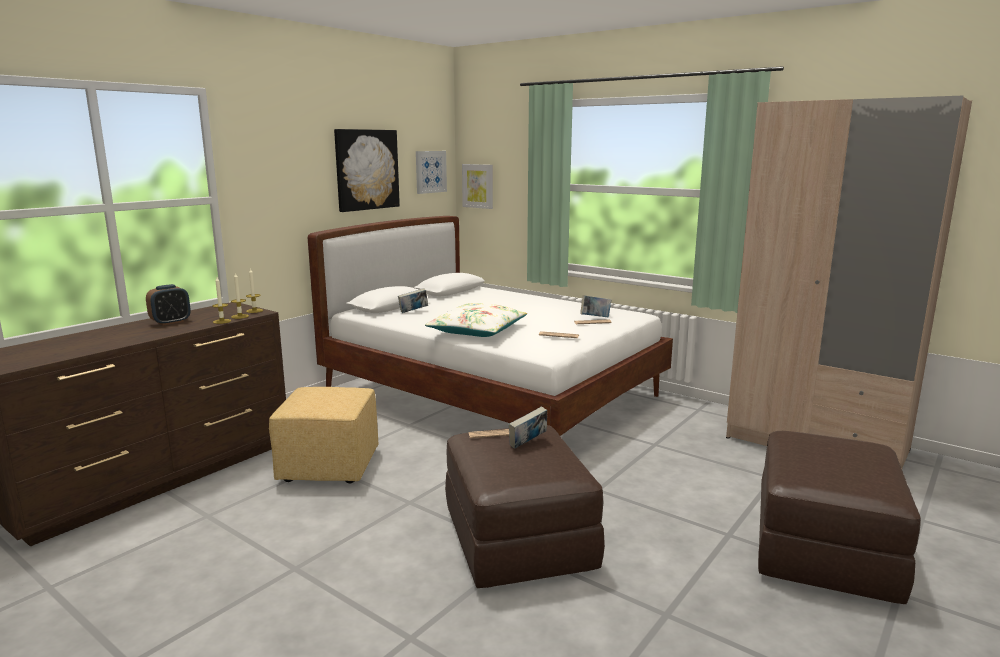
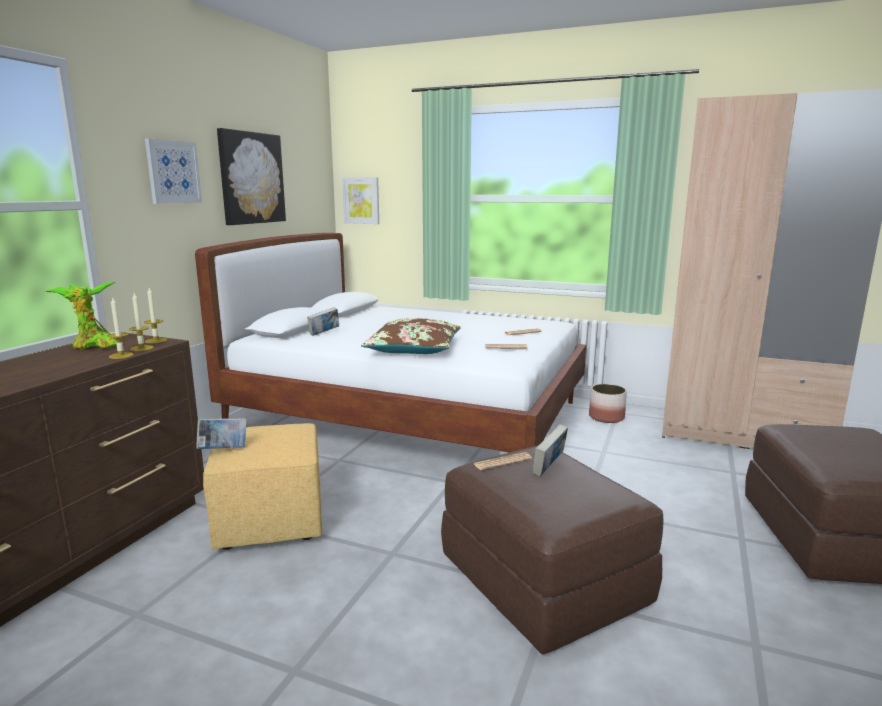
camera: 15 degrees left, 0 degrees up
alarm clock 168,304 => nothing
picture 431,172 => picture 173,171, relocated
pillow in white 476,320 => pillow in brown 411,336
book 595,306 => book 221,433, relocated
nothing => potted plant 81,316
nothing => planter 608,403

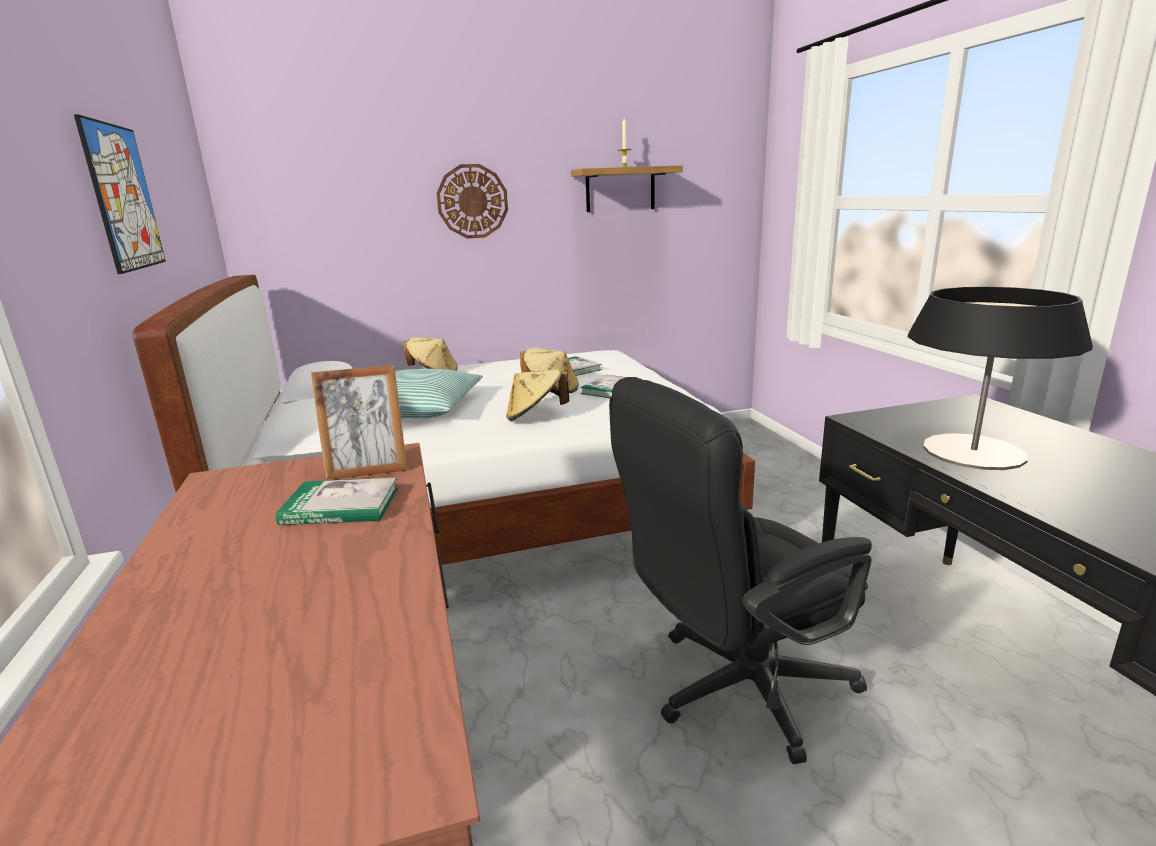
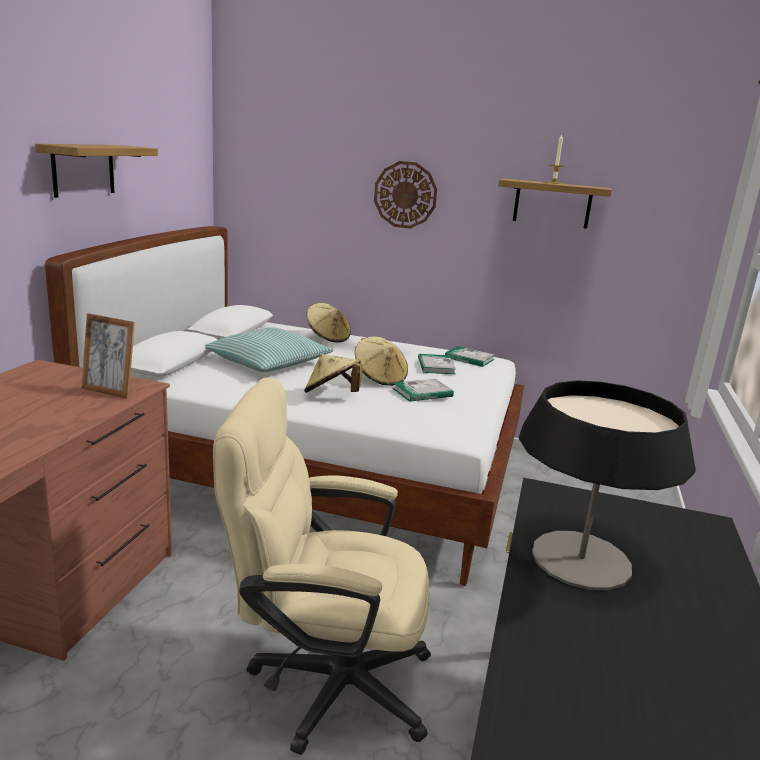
camera: 30 degrees right, 0 degrees up
picture 120,194 => shelf 96,171
book 337,501 => book 470,356, relocated
office chair in black 740,570 => office chair in beige 322,566

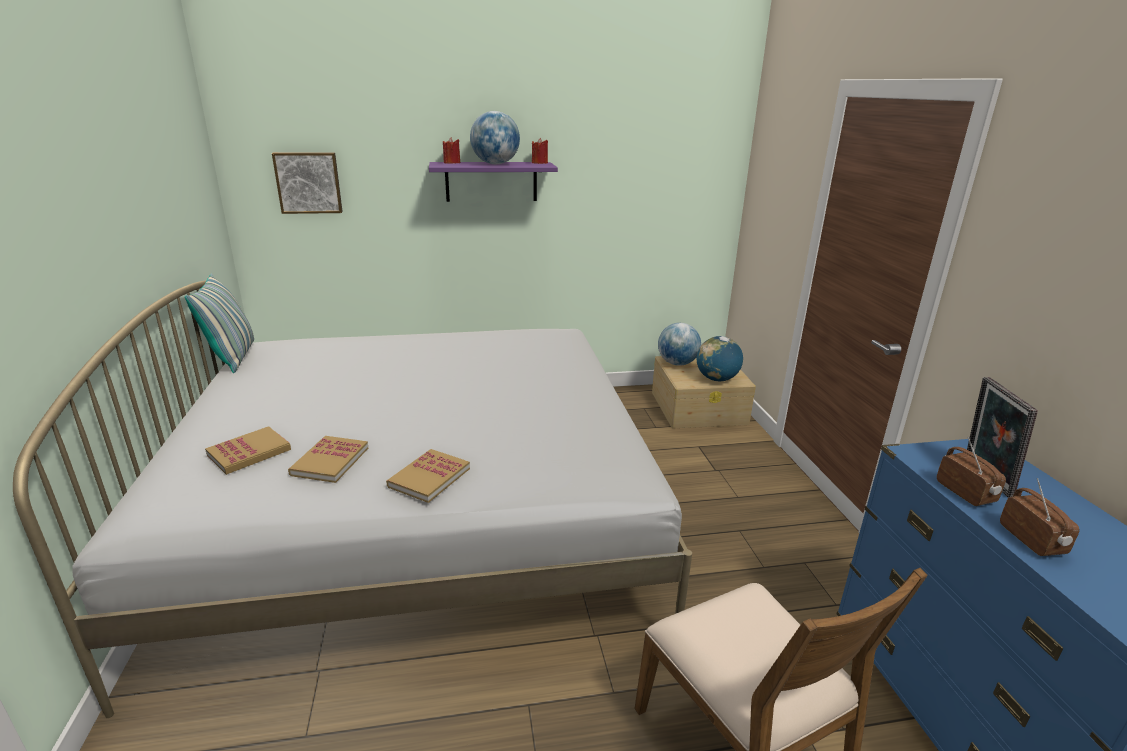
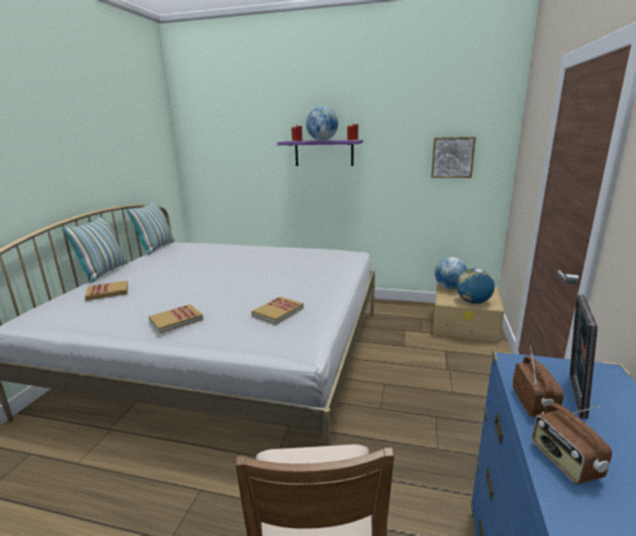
camera: 25 degrees right, 5 degrees down
picture 307,183 => picture 453,157, relocated
book 328,459 => book 277,310, relocated
radio 1040,517 => radio 572,443, 150 degrees clockwise
nothing => pillow 95,249

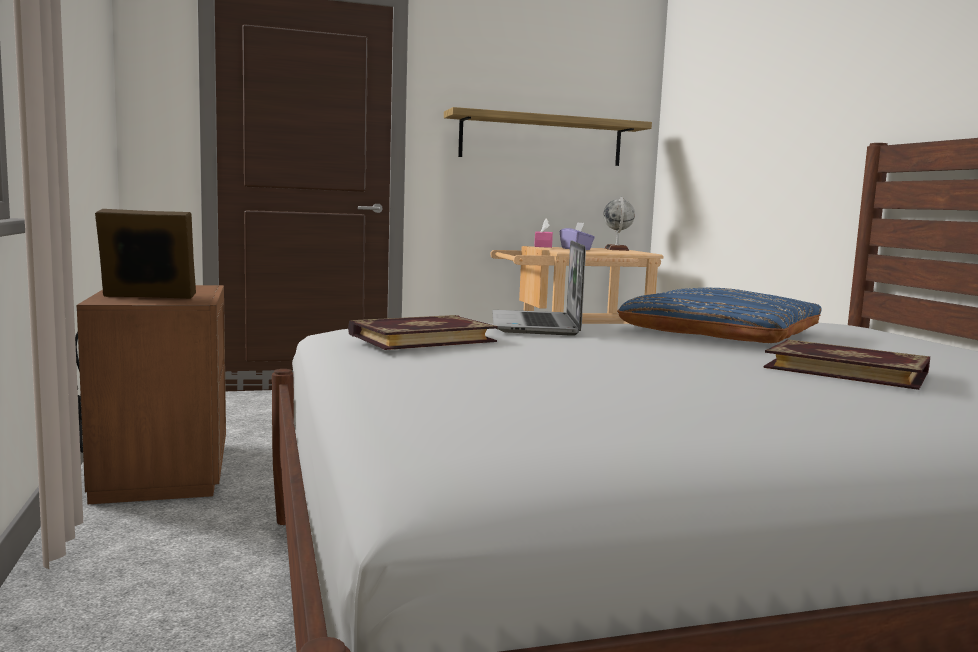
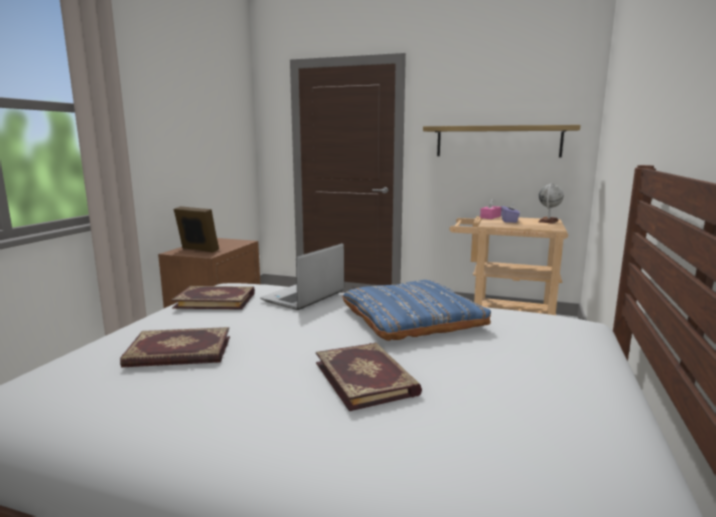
camera: 35 degrees right, 5 degrees up
nothing => book 175,347

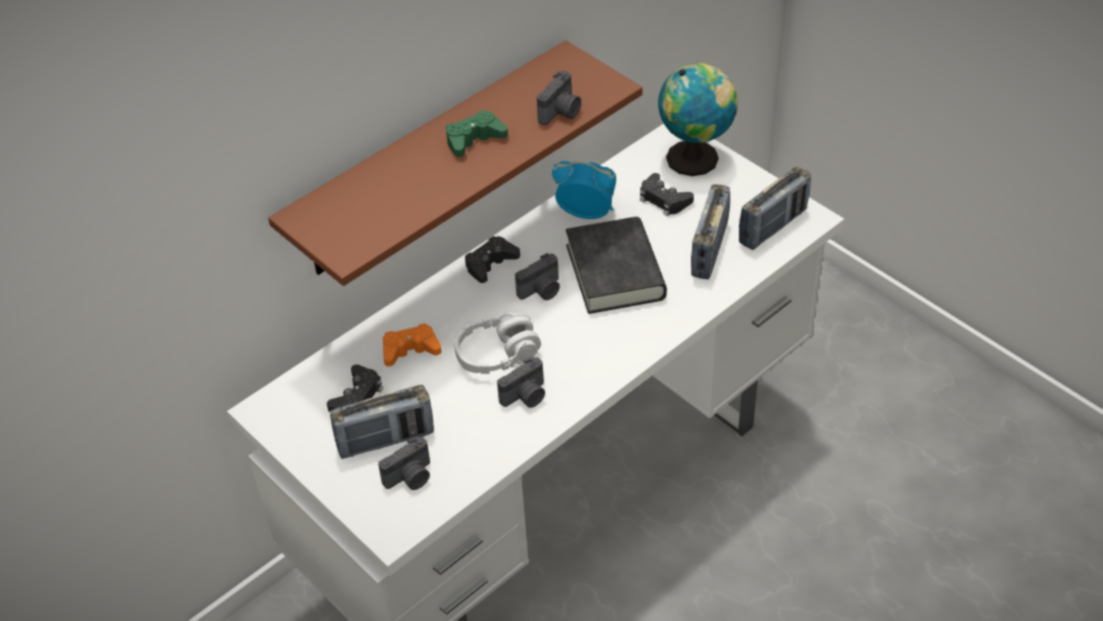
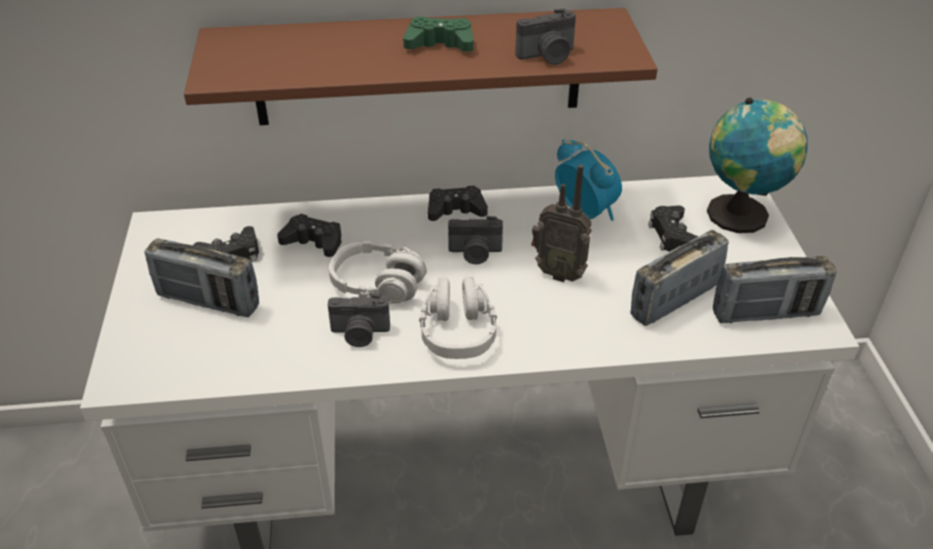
camera: 35 degrees right, 5 degrees down
photo camera 404,463 => nothing
game controller in orange 412,344 => game controller in black 309,235
book in black 616,265 => radio 561,223
nothing => headphones in grey 458,318

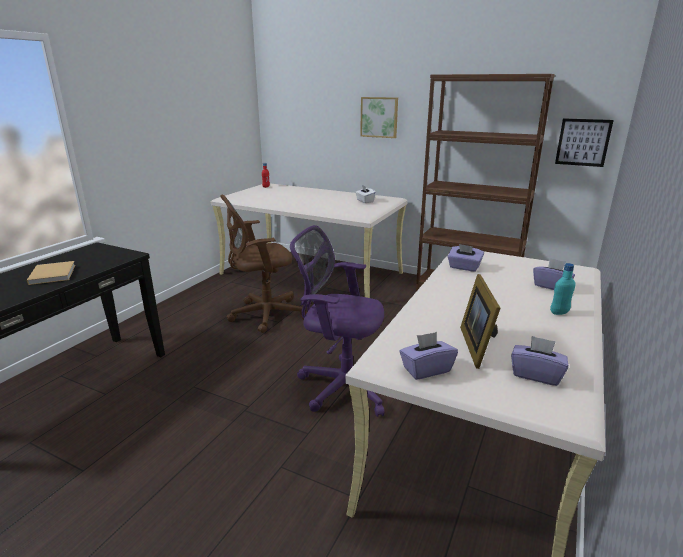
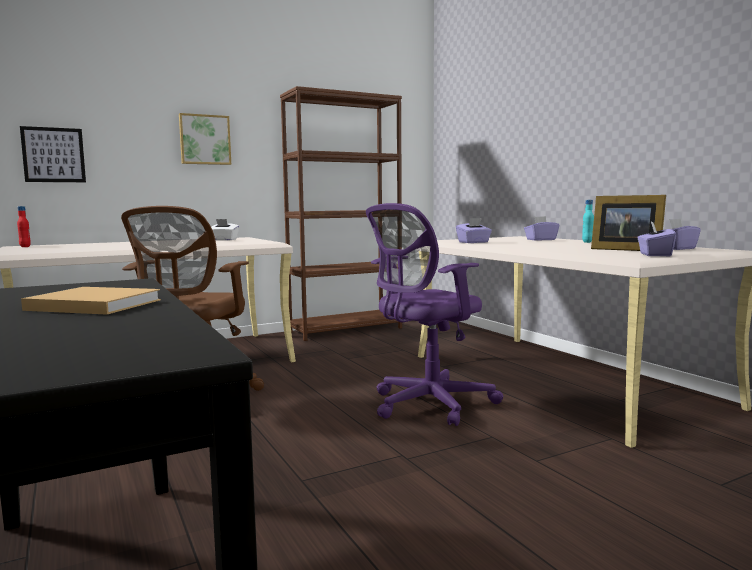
camera: 55 degrees left, 15 degrees down
picture 584,142 => picture 53,154, relocated

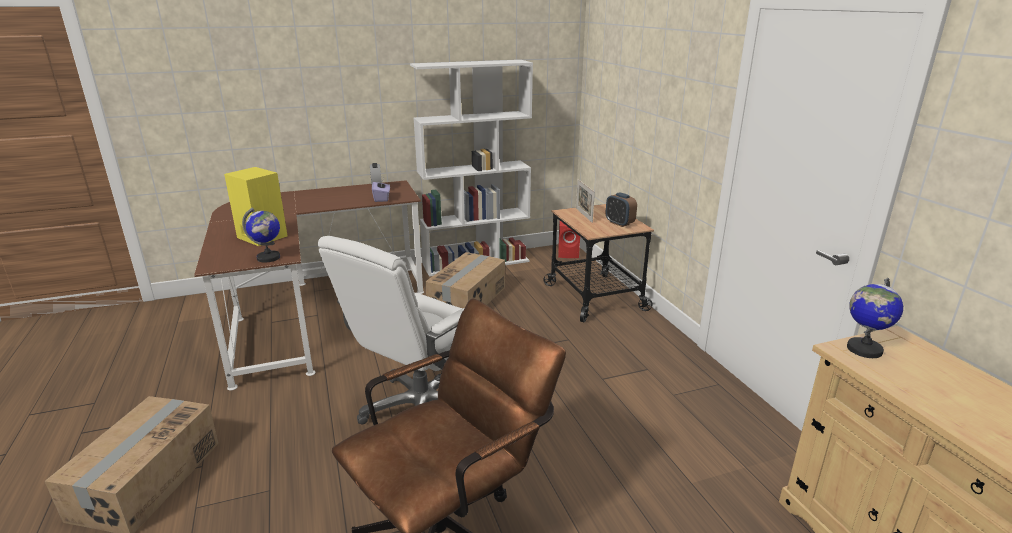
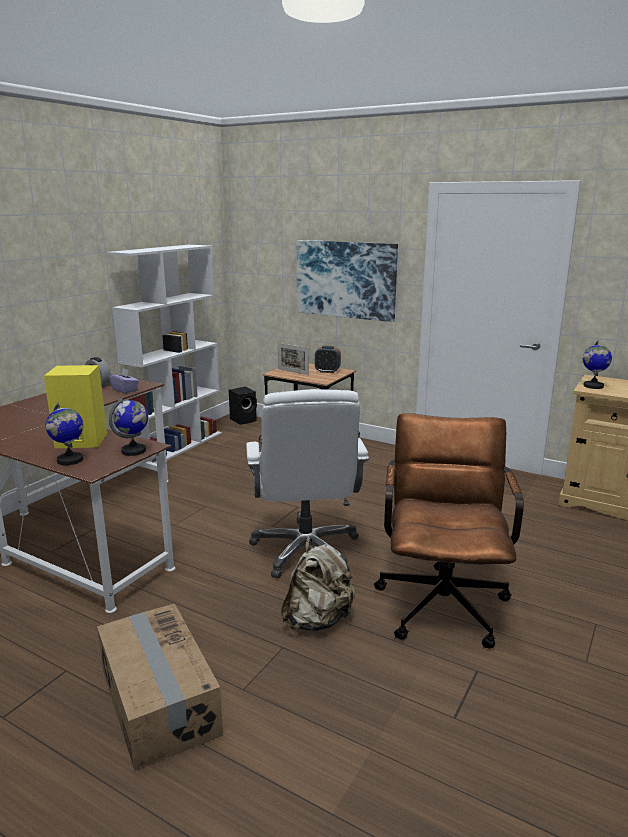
camera: 40 degrees left, 5 degrees down
cardboard box 465,280 => nothing
speaker in red 569,239 => speaker in black 243,406
nothing => globe 64,433
nothing => backpack in beige 318,584
nothing => picture 347,281

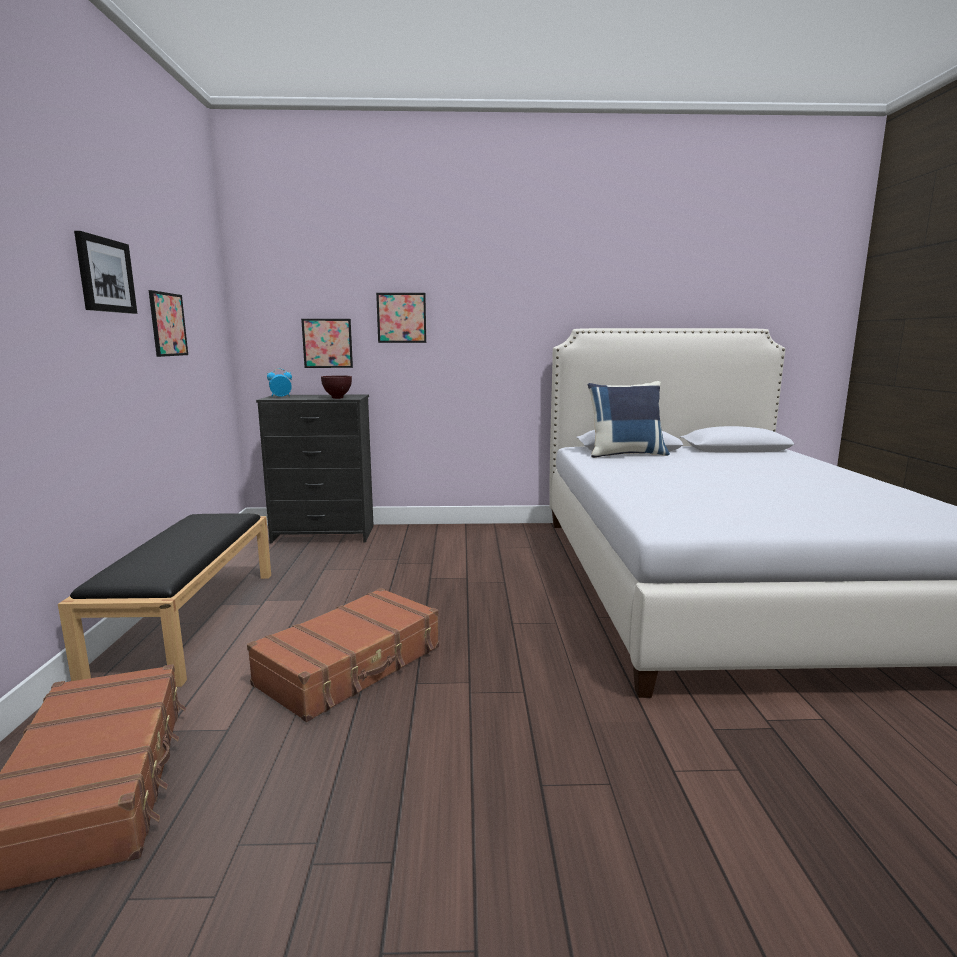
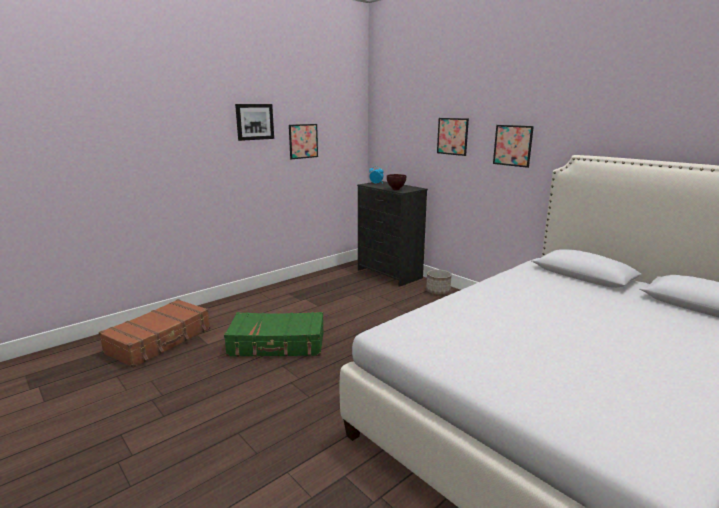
camera: 50 degrees right, 5 degrees up
bench in black 164,600 => nothing
suitcase in brown 343,655 => suitcase in green 274,334
picture 327,343 => picture 513,146, relocated
pillow in blue 629,419 => nothing
nothing => planter 439,282

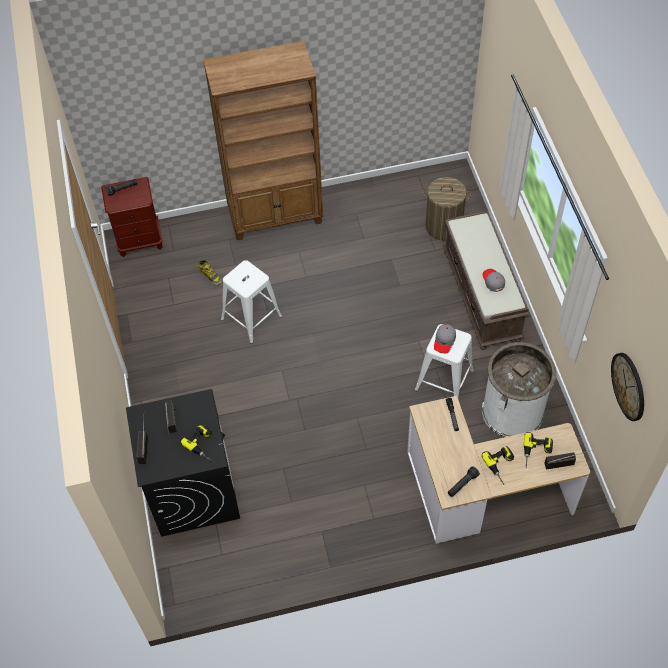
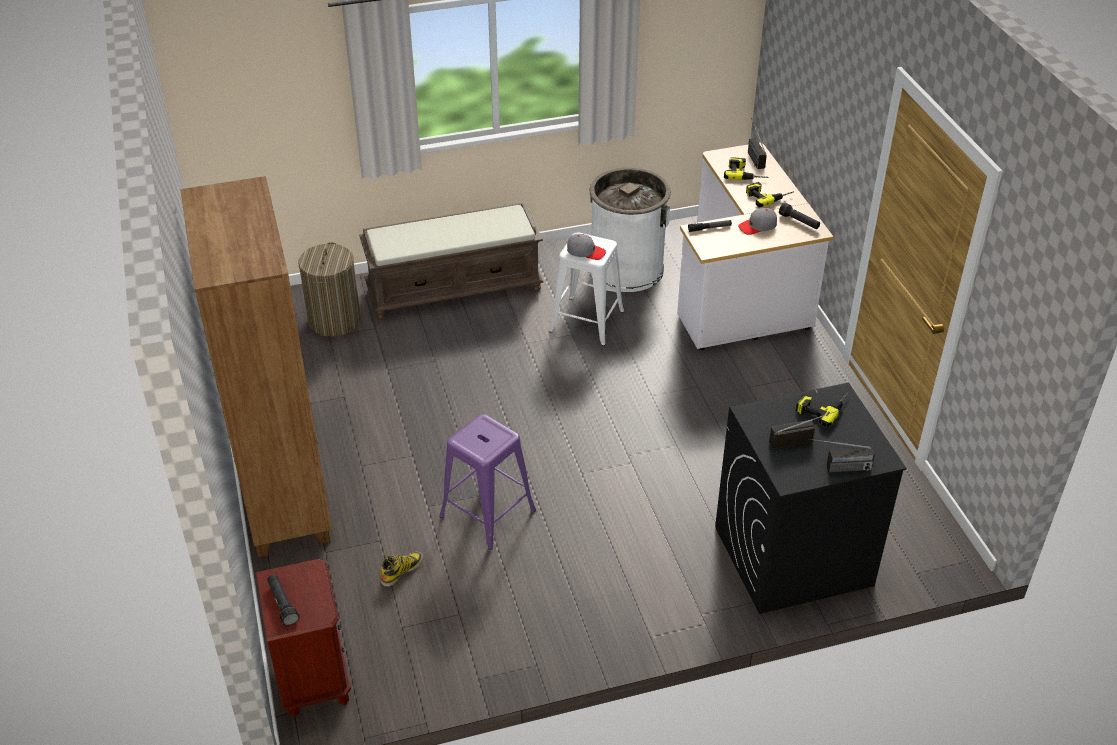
camera: 95 degrees left, 15 degrees down
stool in white 251,302 => stool in purple 488,482
cap in grey 493,280 => cap in grey 757,221, relocated
wall clock 627,387 => nothing

